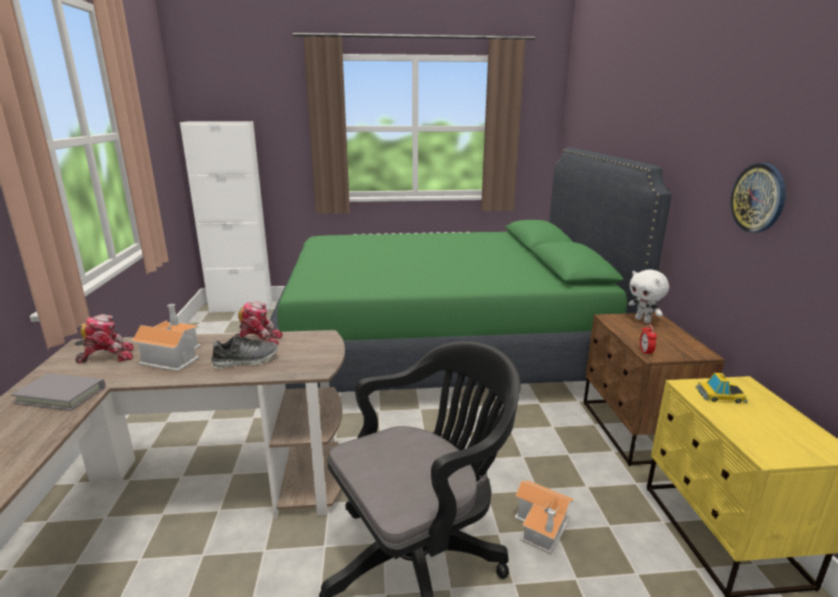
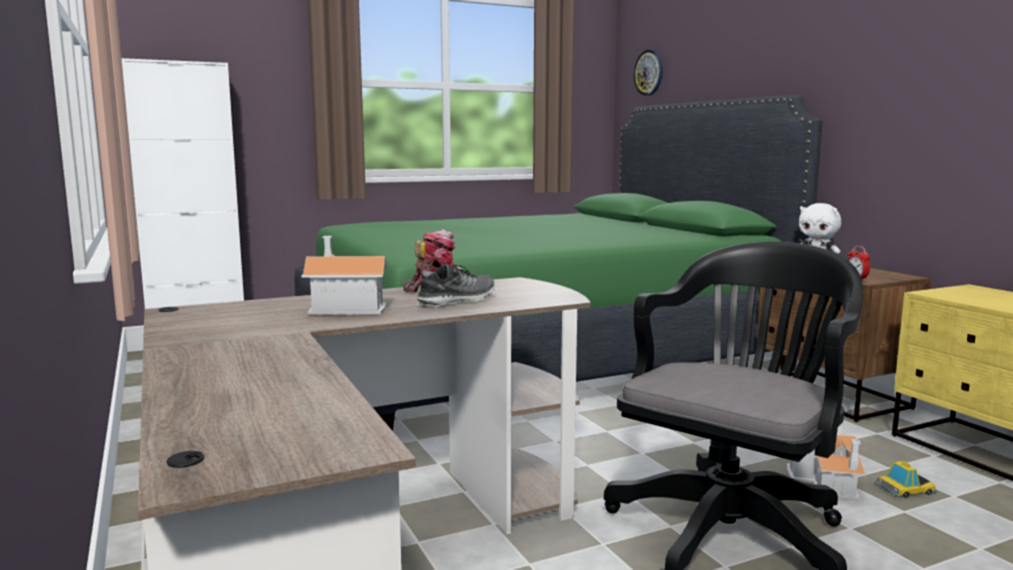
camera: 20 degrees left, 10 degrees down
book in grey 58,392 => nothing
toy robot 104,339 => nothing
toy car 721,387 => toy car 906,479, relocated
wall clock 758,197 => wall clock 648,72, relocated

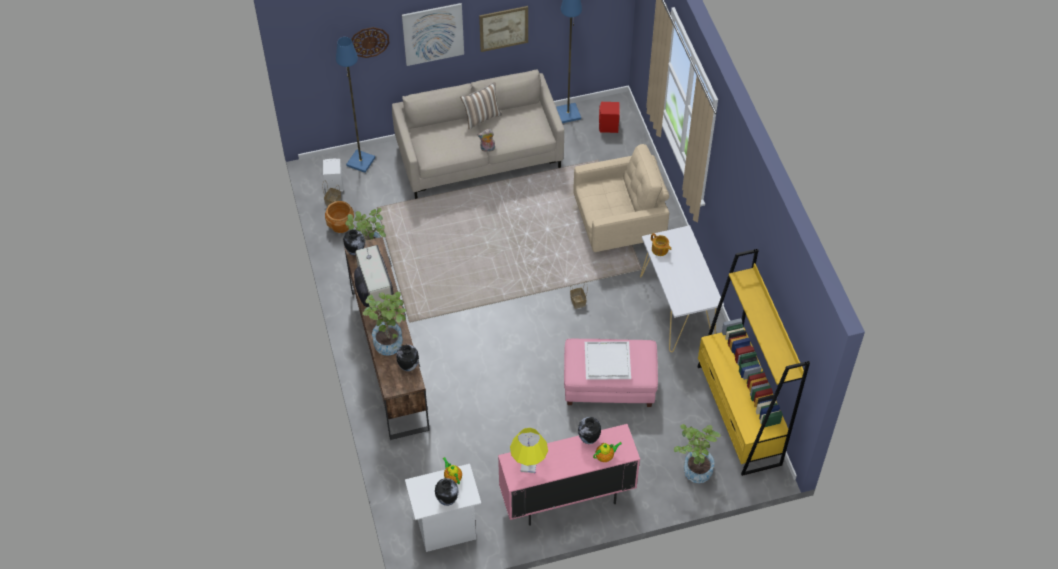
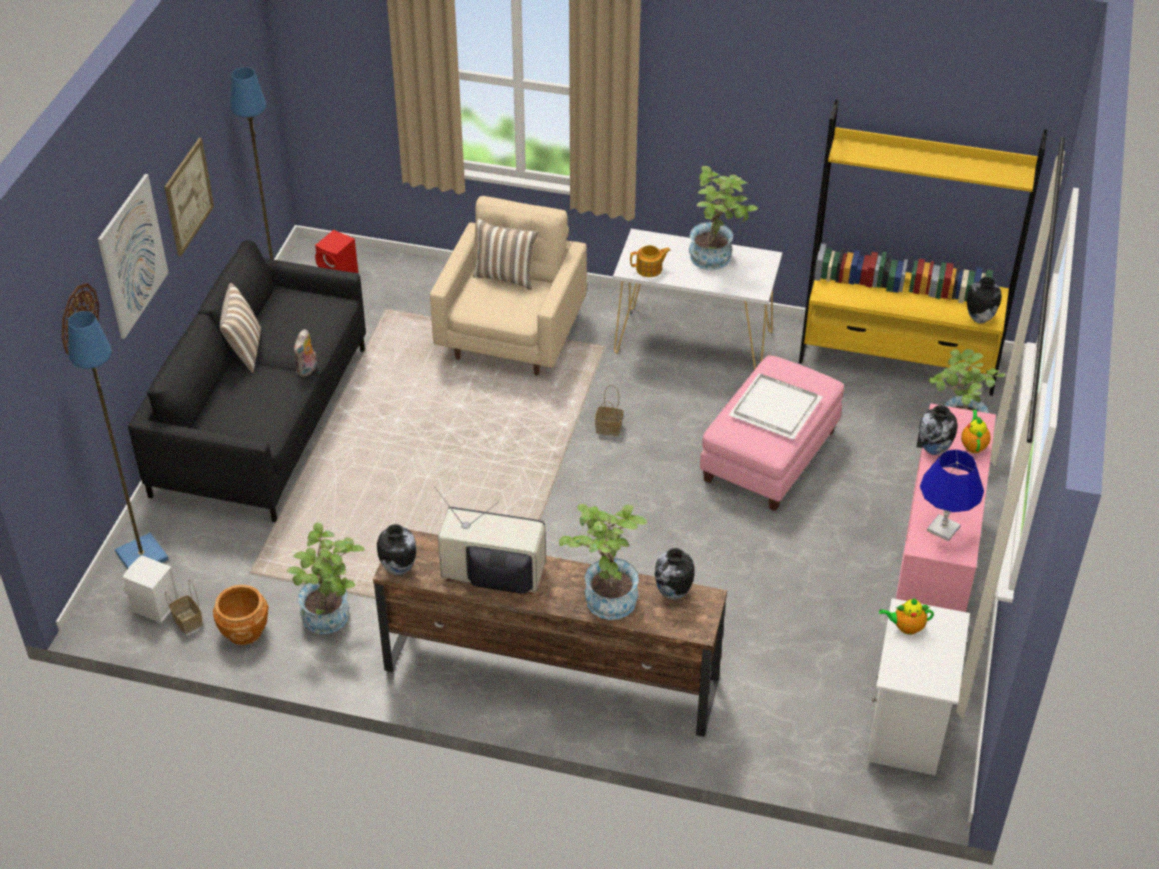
camera: 60 degrees left, 10 degrees down
sofa in beige 478,134 => sofa in black 247,381
vase 447,492 => vase 984,300, relocated
table lamp in yellow 529,450 => table lamp in blue 952,495
nothing => pillow 505,254
nothing => potted plant 723,218

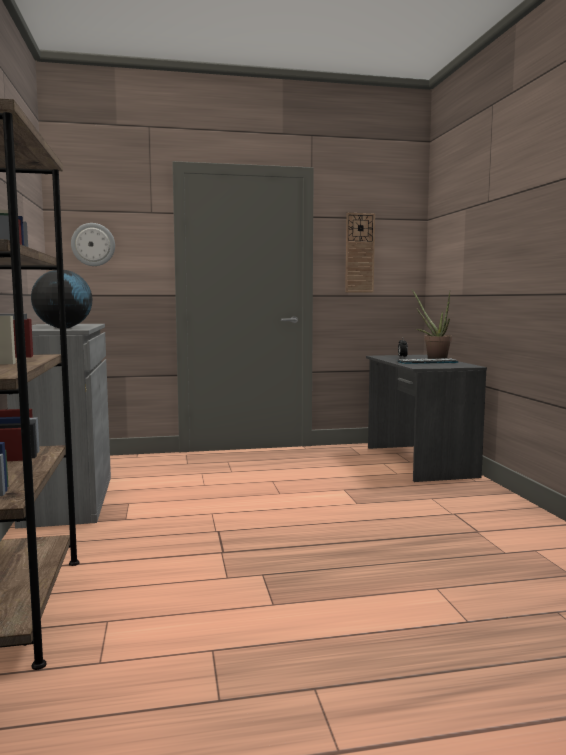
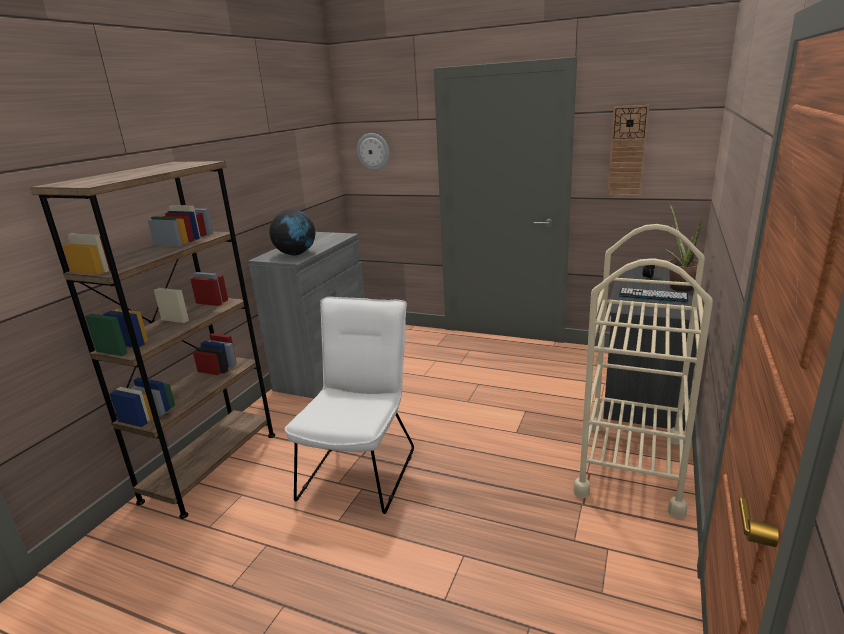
camera: 35 degrees right, 15 degrees up
nothing => chair in white 349,405
nothing => cart in beige 643,371

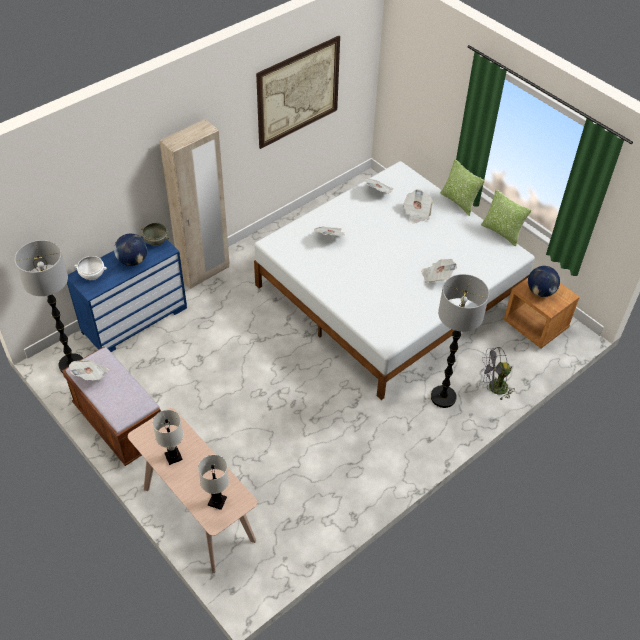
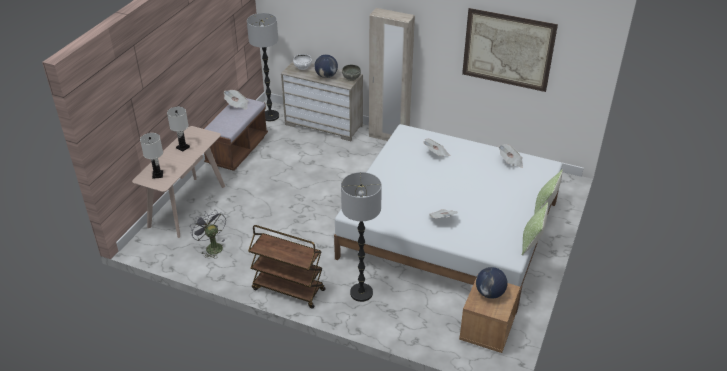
camera: 65 degrees right, 10 degrees down
dresser in blue 127,294 => dresser in beige 322,101
newspaper 418,206 => nothing
fan in grey 498,373 => fan in grey 208,233, relocated
nothing => cart in brown 286,267

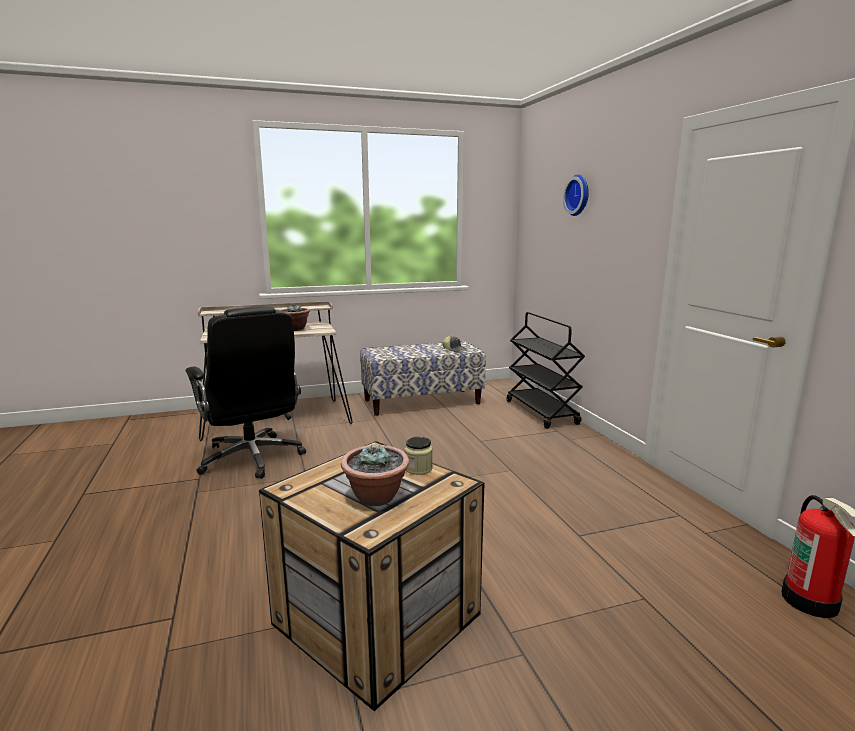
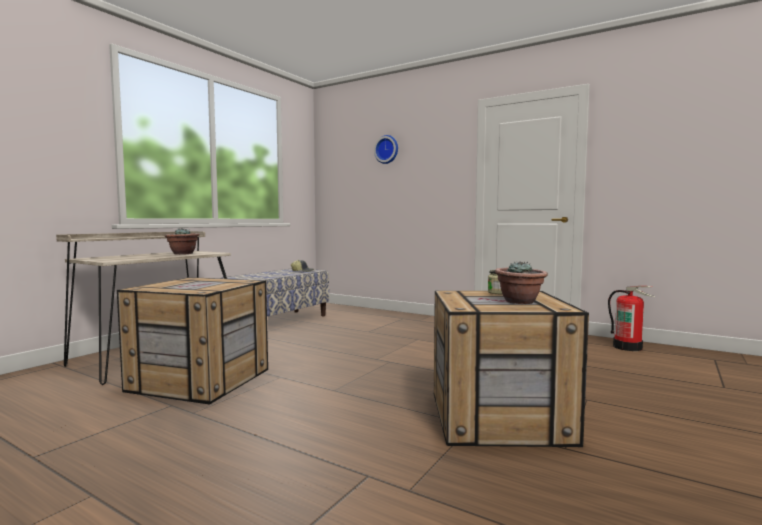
camera: 40 degrees left, 10 degrees down
office chair in black 246,392 => crate 192,341
cart in black 545,370 => nothing

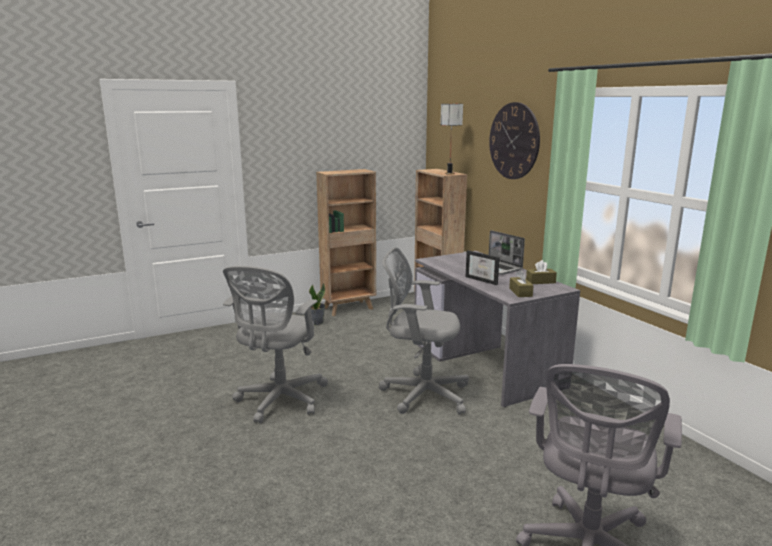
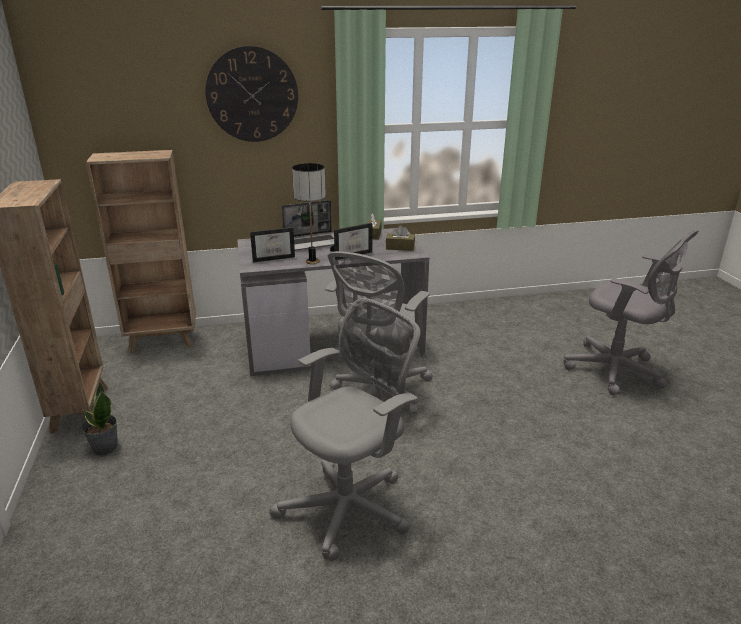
camera: 75 degrees left, 10 degrees up
office chair in grey 275,344 => office chair in grey 345,429, 75 degrees counterclockwise
table lamp 451,139 => table lamp 309,213, relocated
nothing => picture frame 272,244

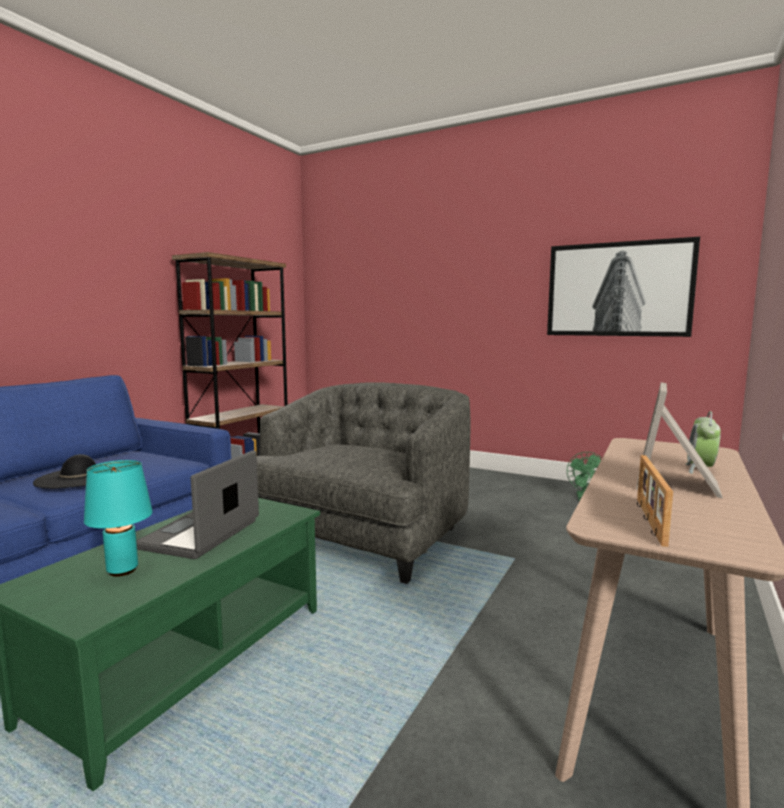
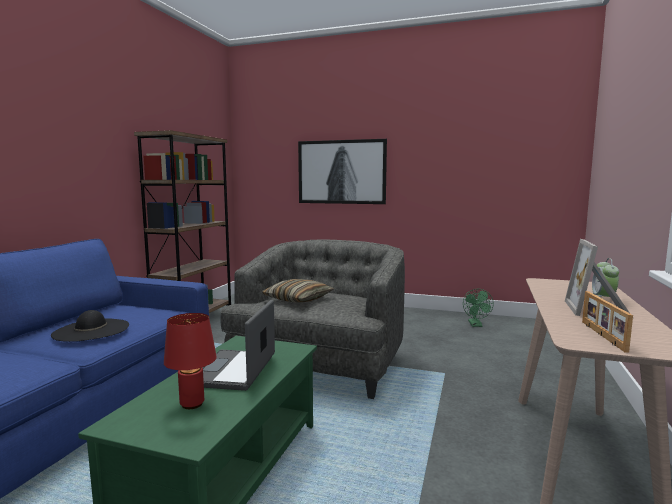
camera: 10 degrees left, 0 degrees up
table lamp in turquoise 118,518 => table lamp in red 190,361
picture 623,287 => picture 342,171, relocated
nothing => pillow 298,291

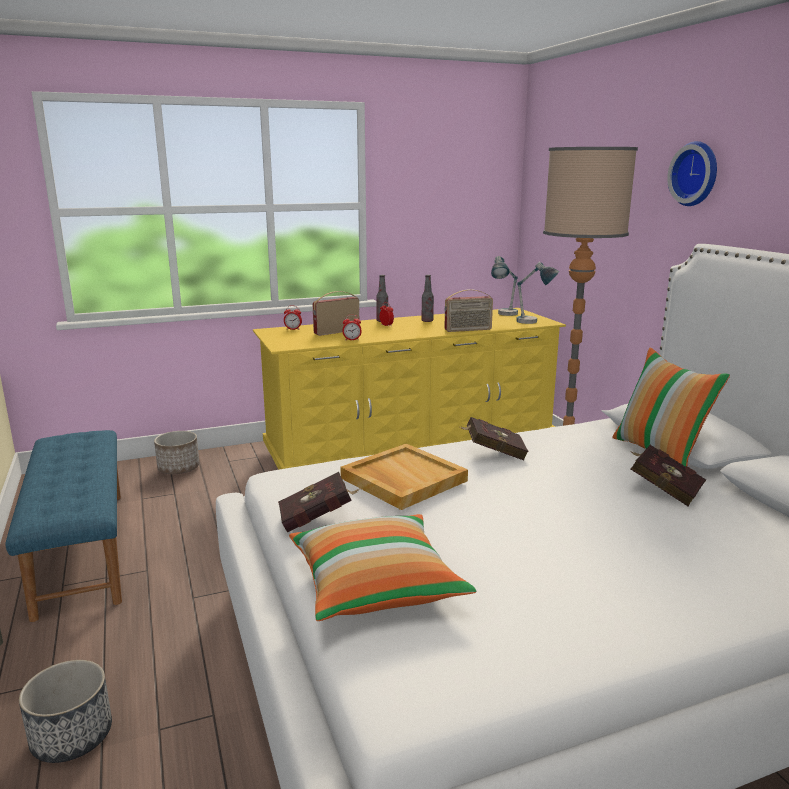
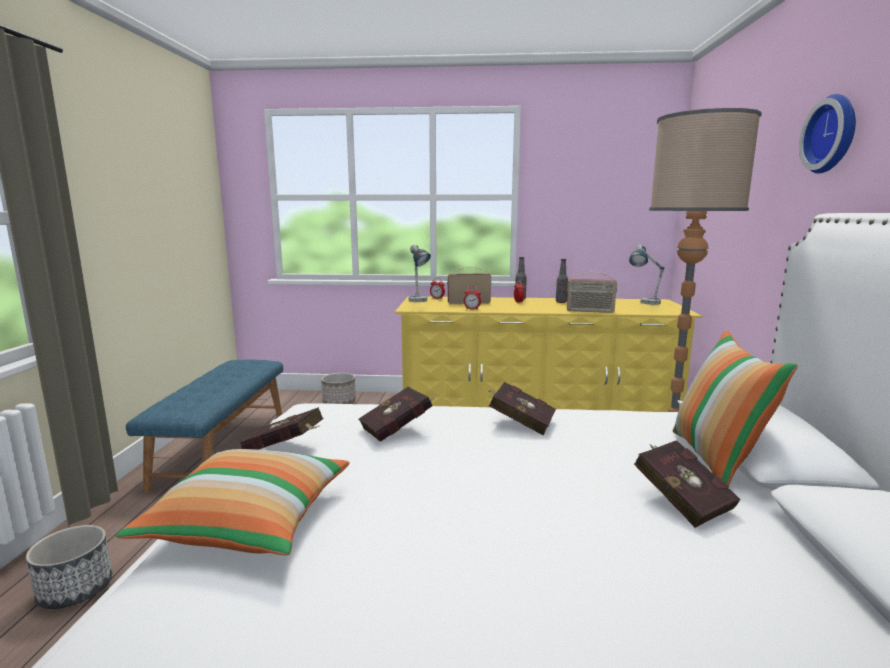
camera: 25 degrees right, 5 degrees down
tray in beige 404,477 => book in red 396,414
table lamp 537,293 => table lamp 420,273, relocated

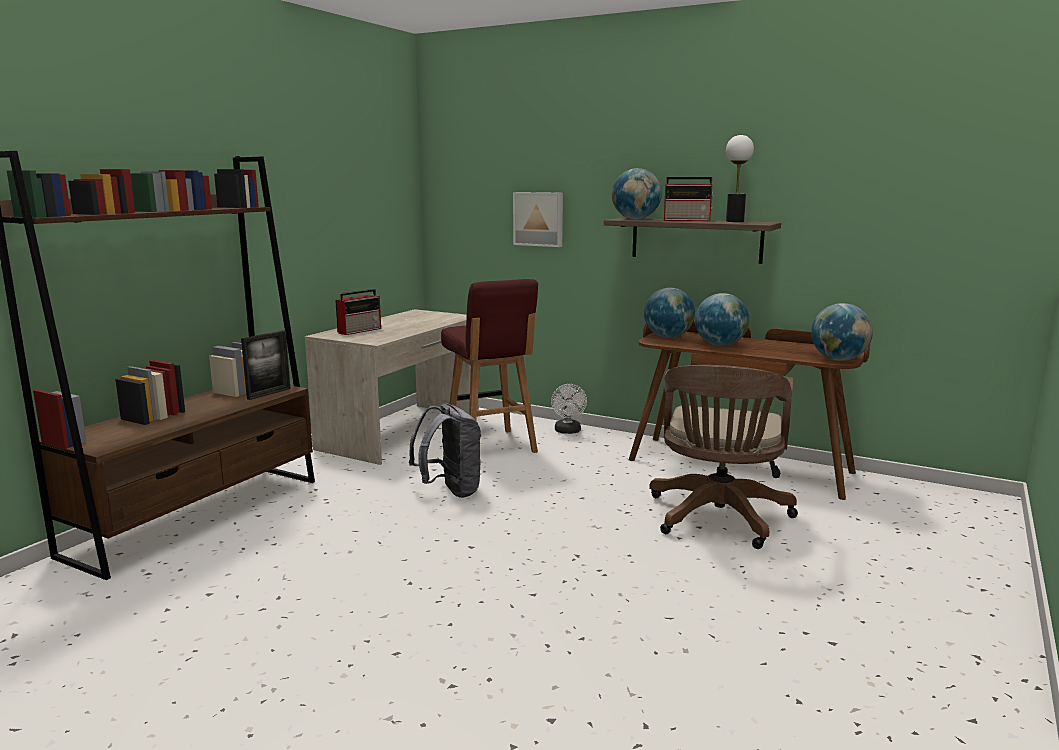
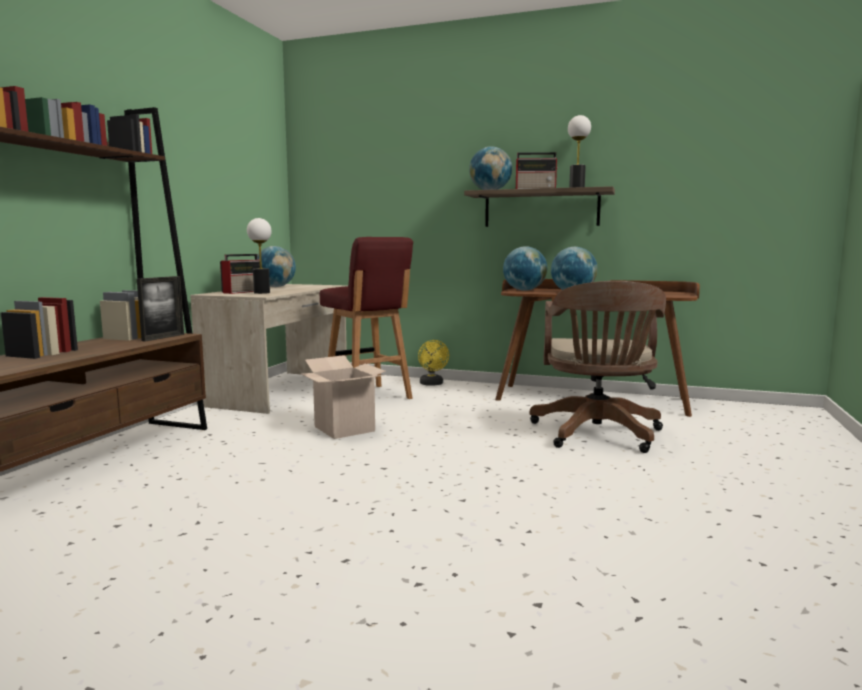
camera: 10 degrees left, 5 degrees down
backpack in grey 445,450 => cardboard box 343,397
picture 538,219 => nothing
fan in white 569,409 => fan in yellow 433,362
globe 842,332 => globe 276,266, relocated
nothing => table lamp 259,256

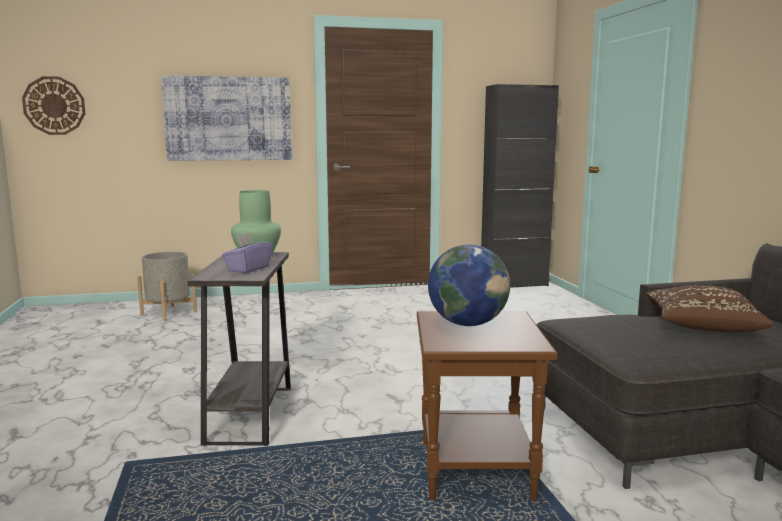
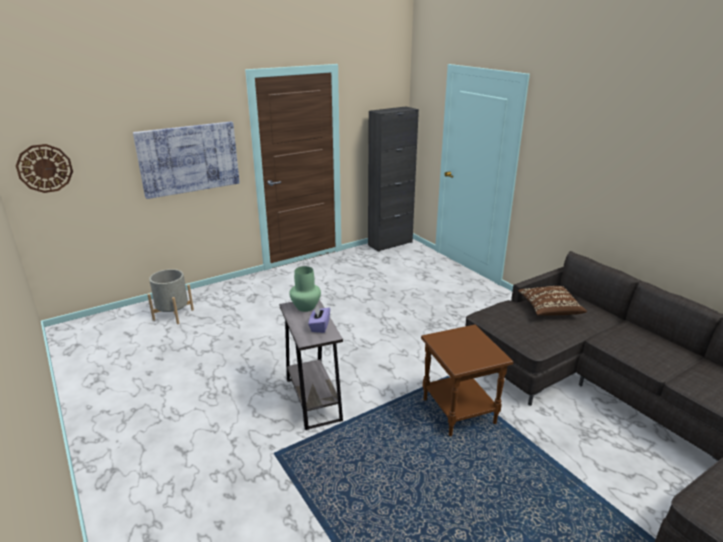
camera: 20 degrees left, 15 degrees up
globe 469,285 => nothing

